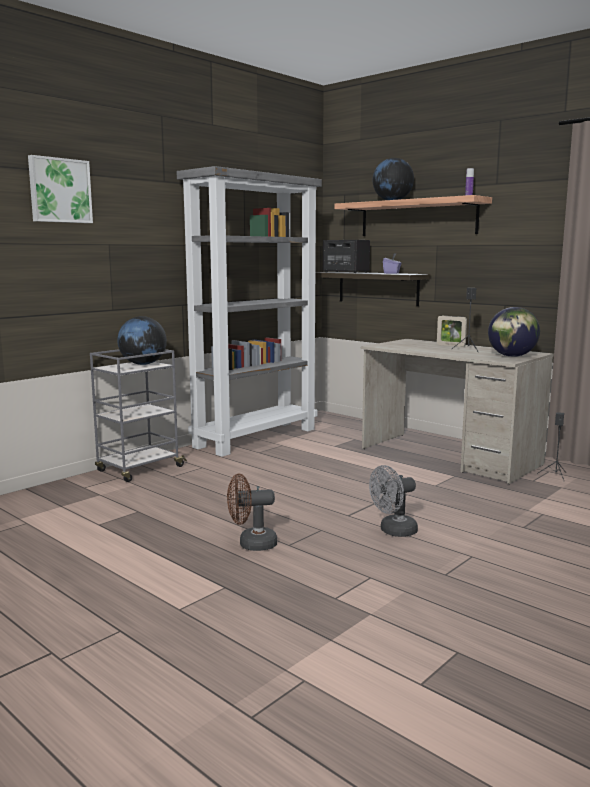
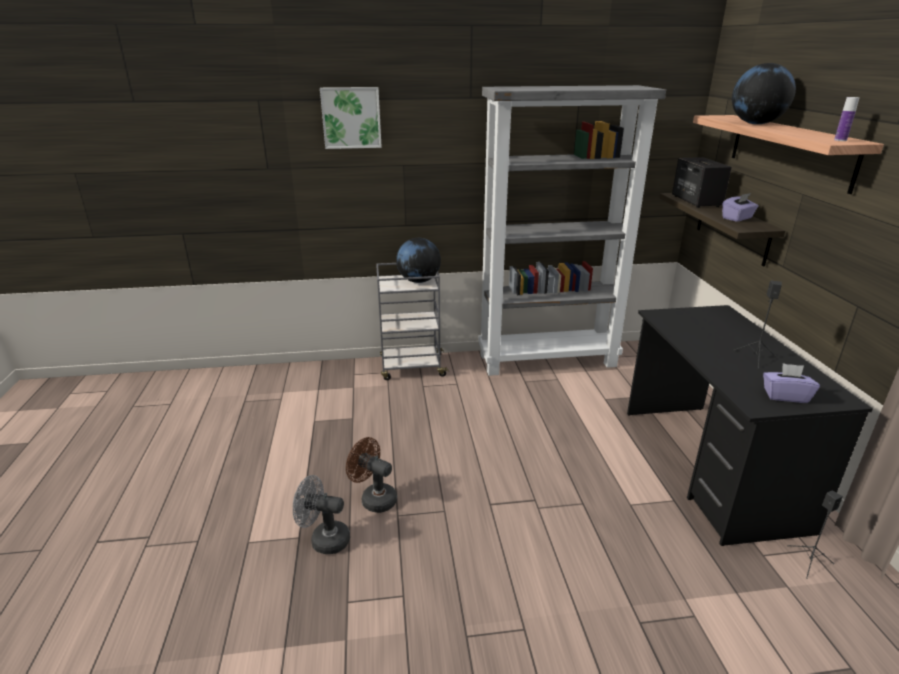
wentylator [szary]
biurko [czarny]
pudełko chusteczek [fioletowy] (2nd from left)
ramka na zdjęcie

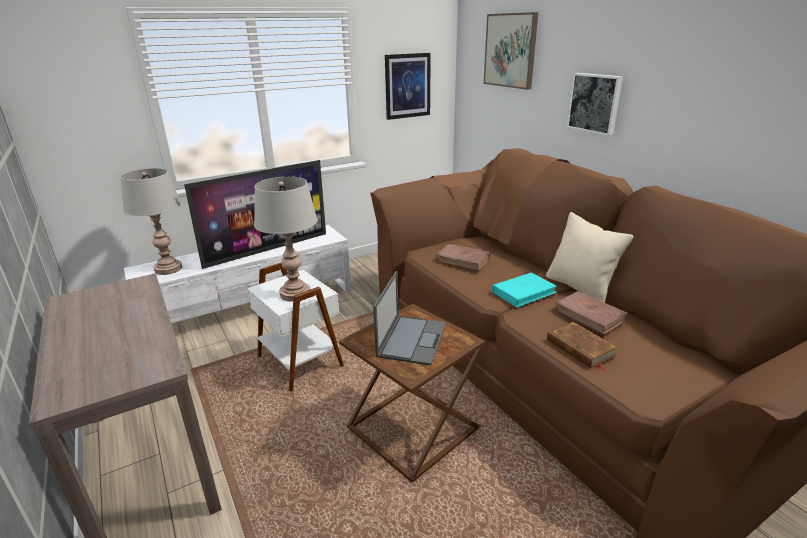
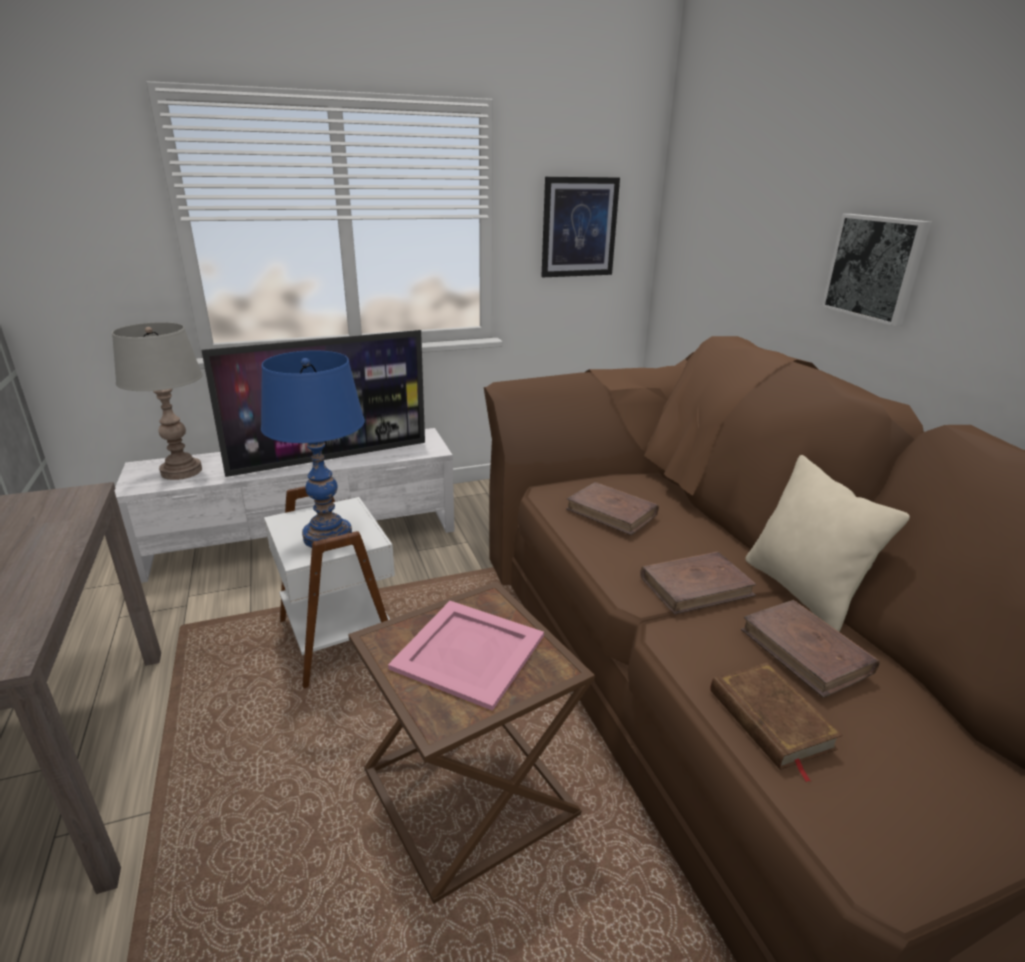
lampa stołowa [niebieski]
taca [różowy]
książka [brązowy] (2nd from left)
obraz (2nd from left in the first image)

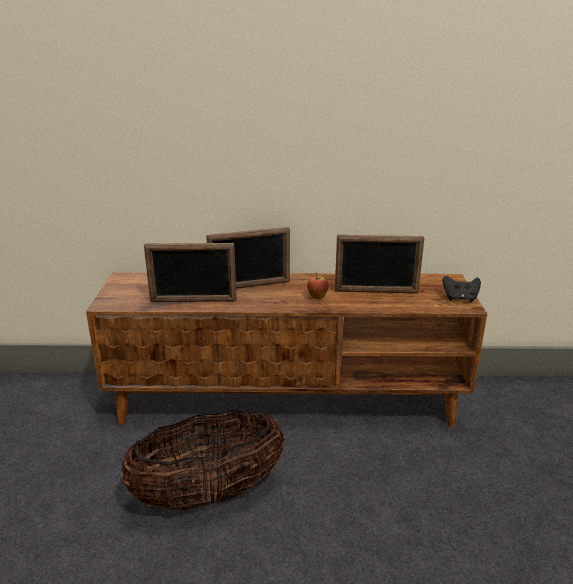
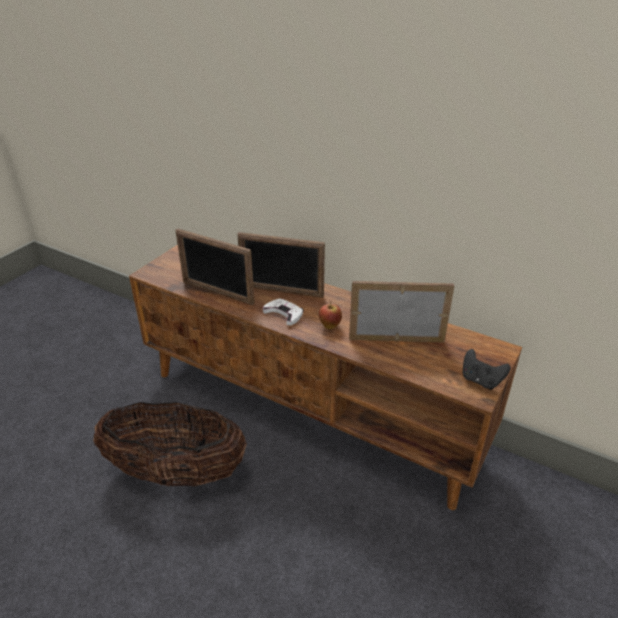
pad do gier [biały]
ramka na zdjęcie (3rd from left)

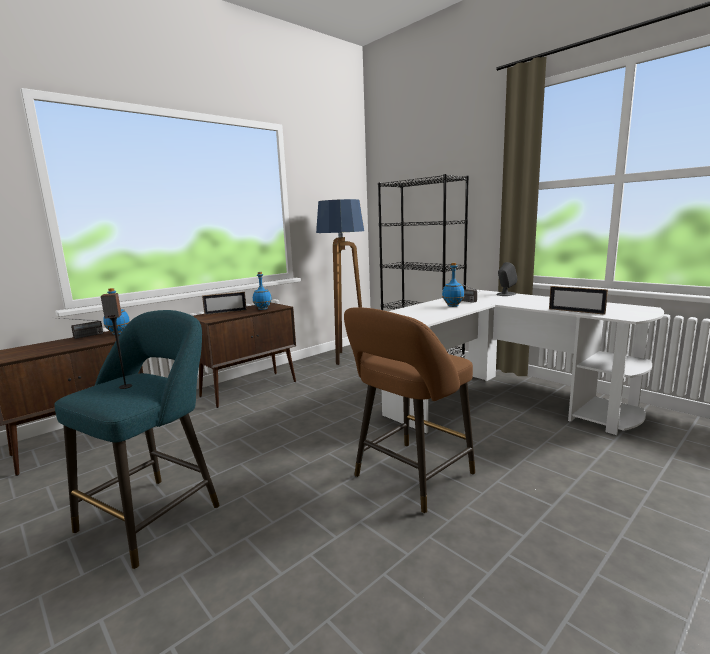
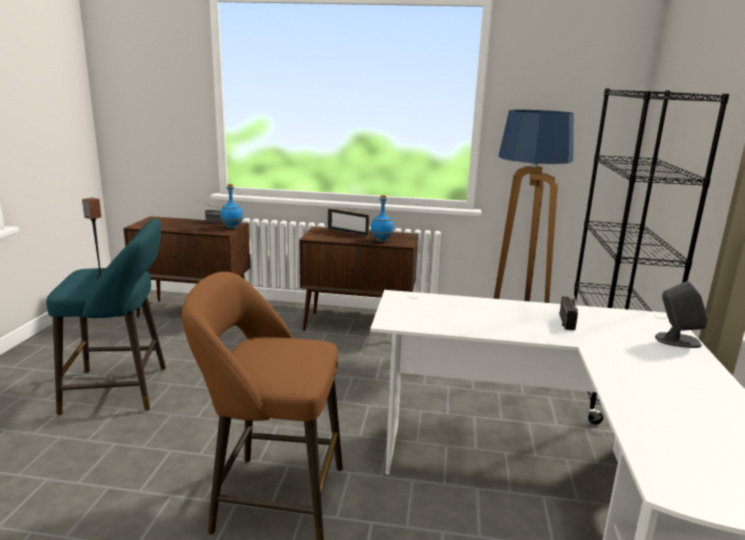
butelka [niebieski] (3rd from left in the first image)
ramka na zdjęcie (2nd from left in the first image)

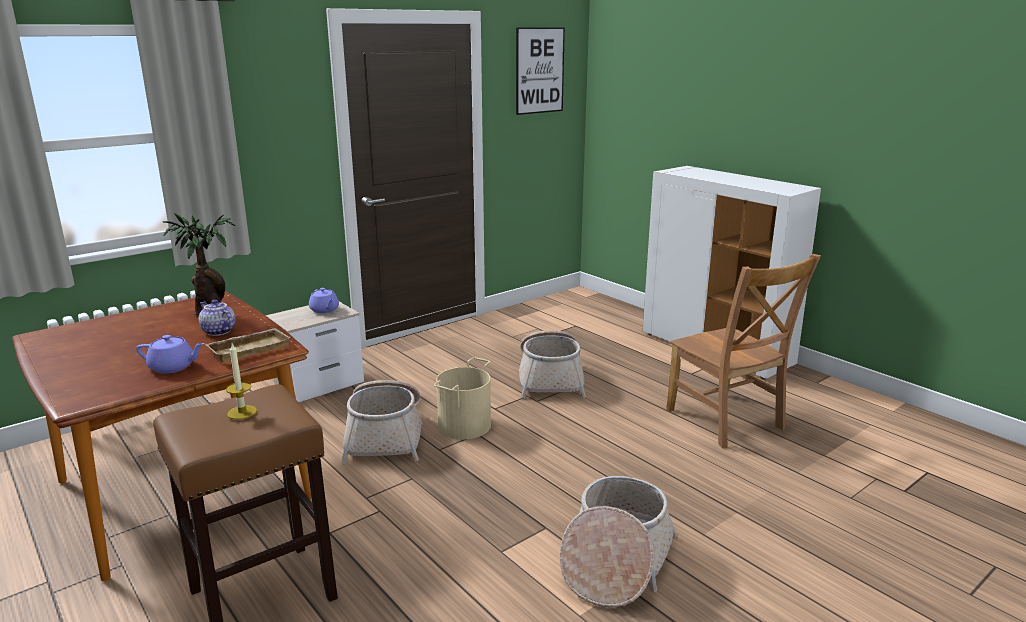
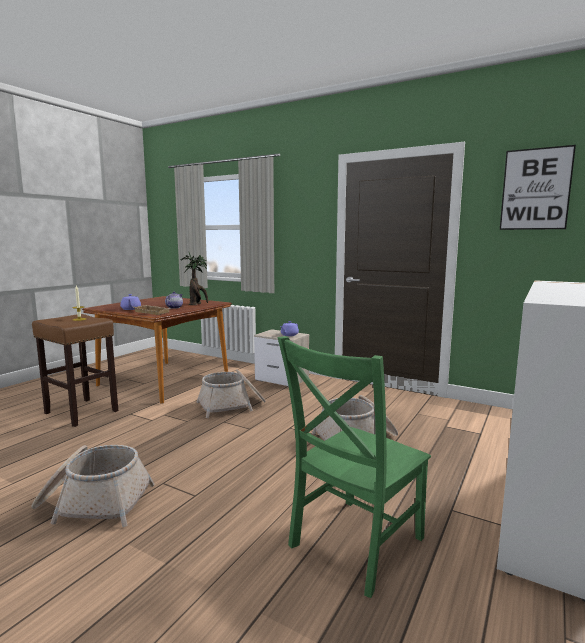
krzesło [zielony]
wiadro [beżowy]

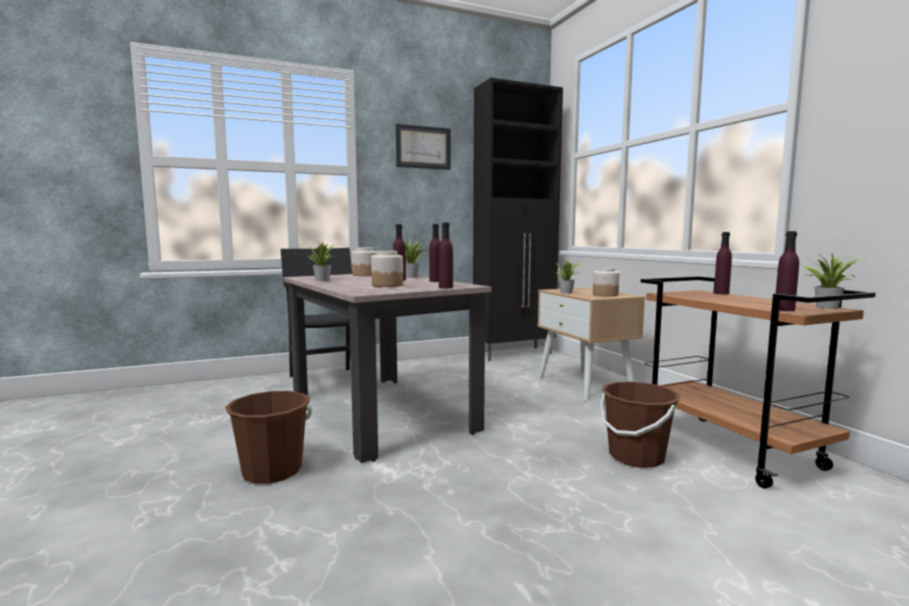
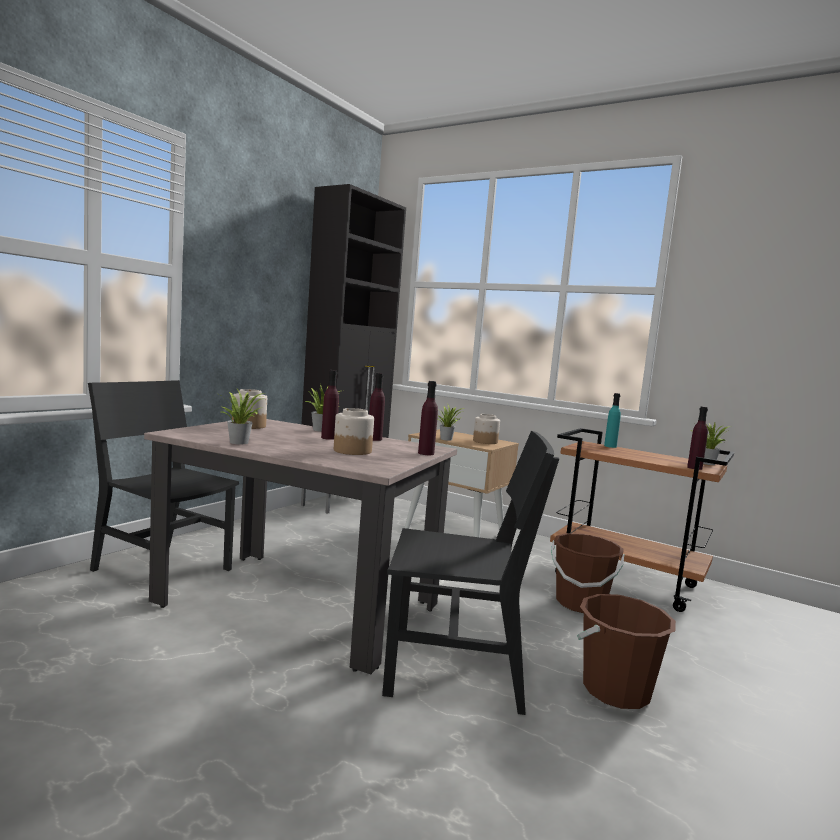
krzesło [czarny] (2nd from left)
wiadro [brązowy] (2nd from left)
butelka [turkusowy]
obraz

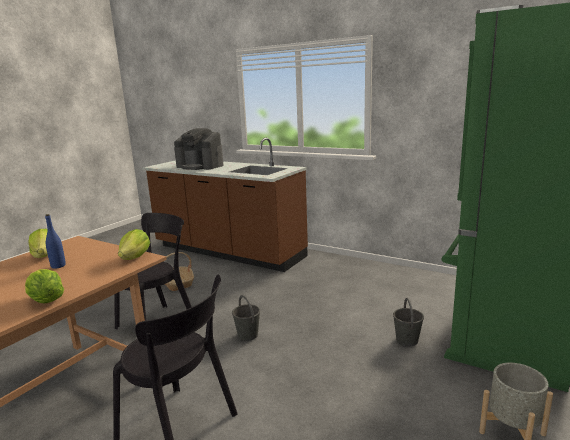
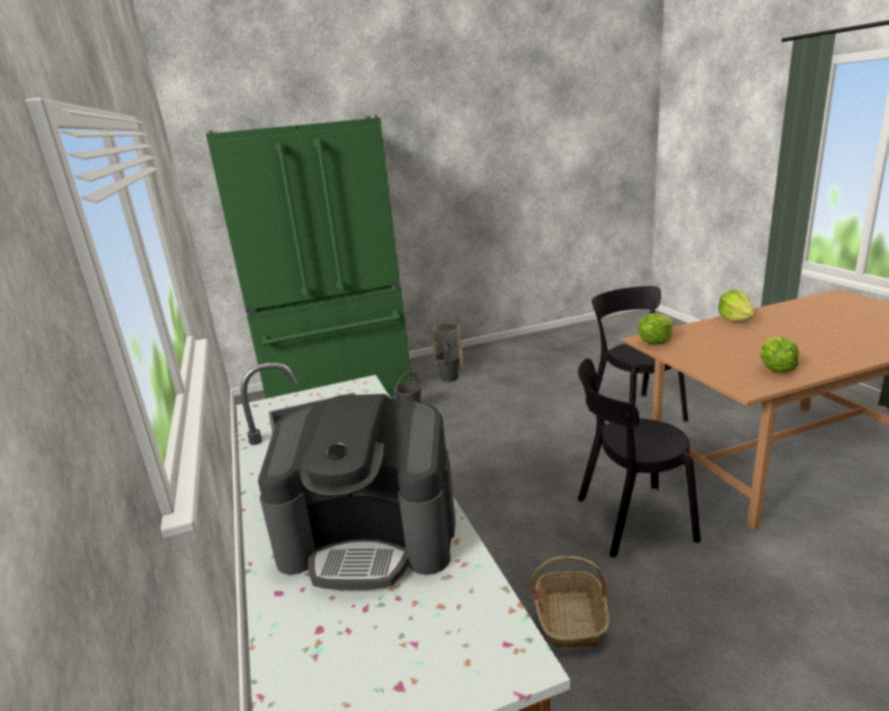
ekspres do kawy
wiadro [szary] (2nd from left)
butelka [niebieski]

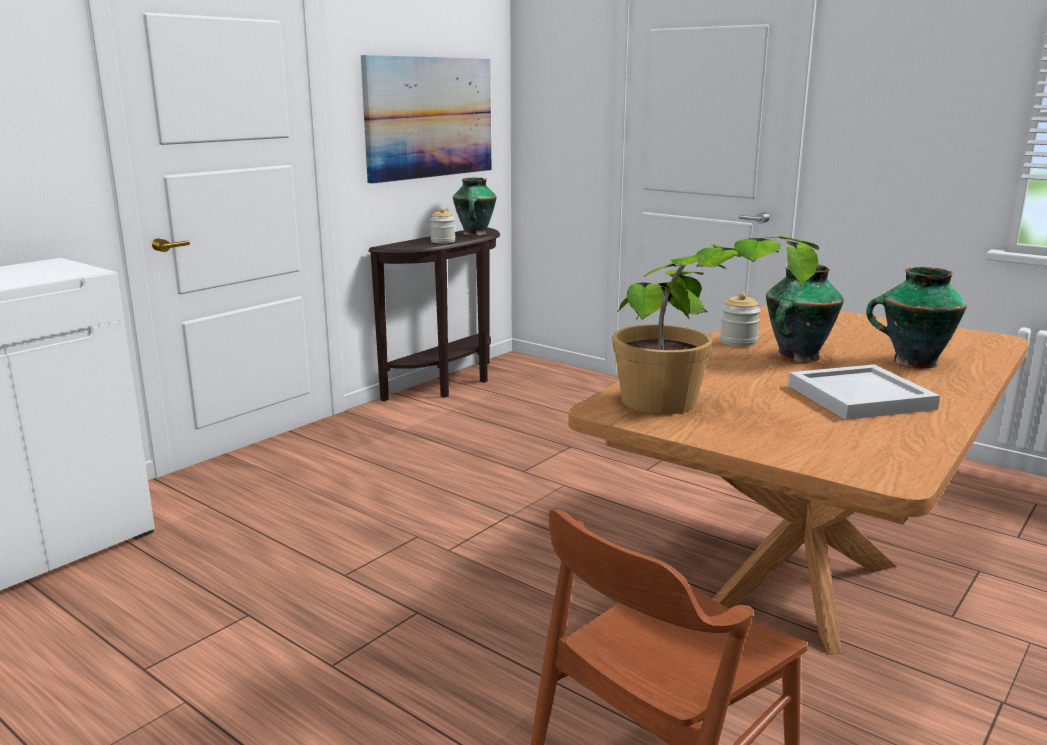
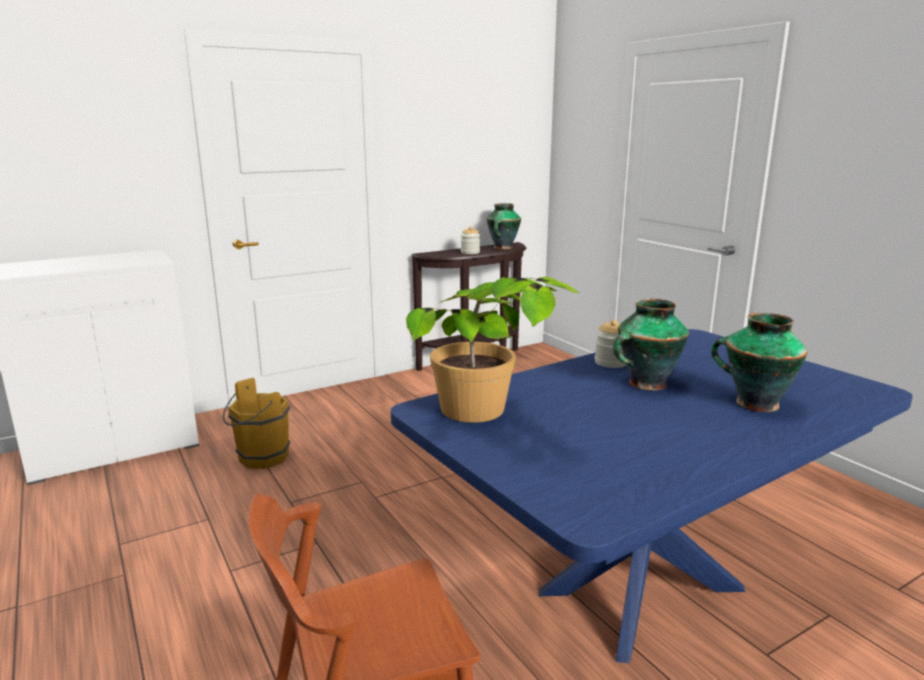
wiadro [brązowy]
stół jadalny [niebieski]
obraz
taca [biały]

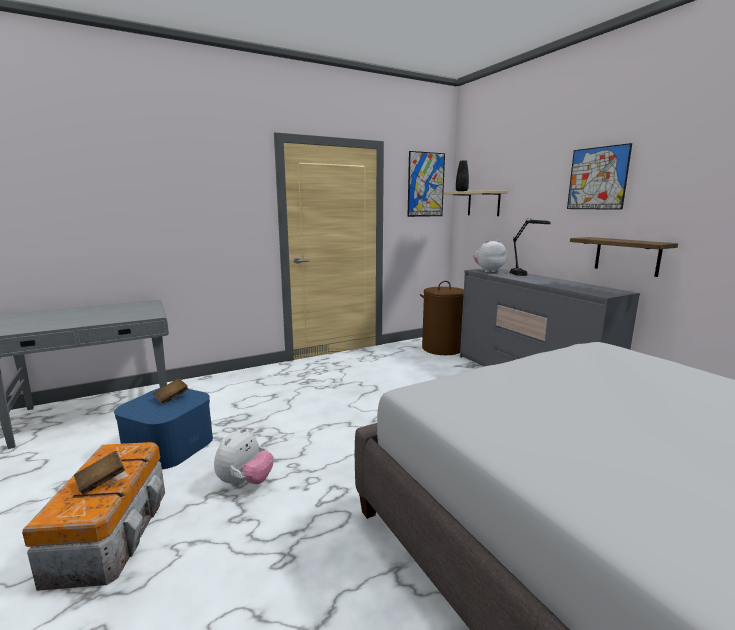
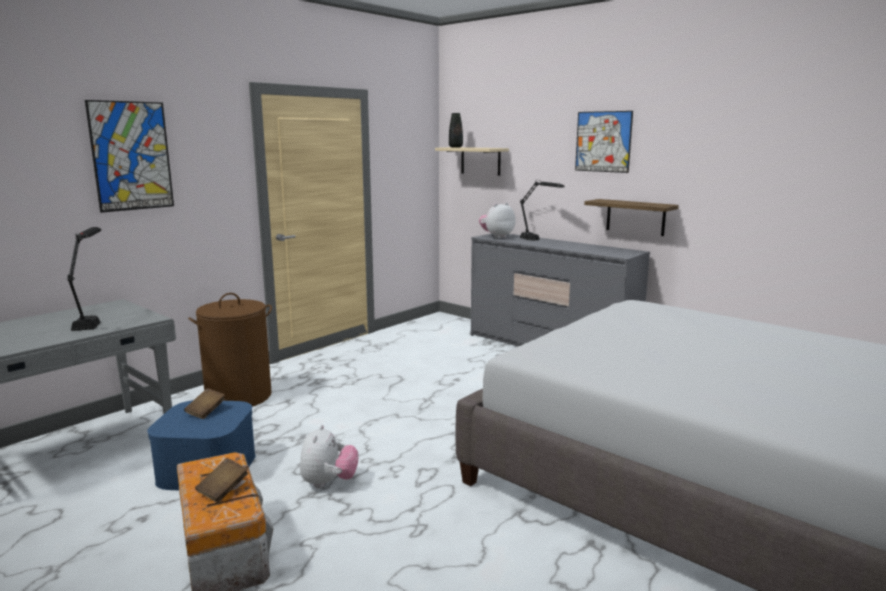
lampa stołowa [czarny] (1st from left)
obraz (1st from left)
kosz na pranie [brązowy]

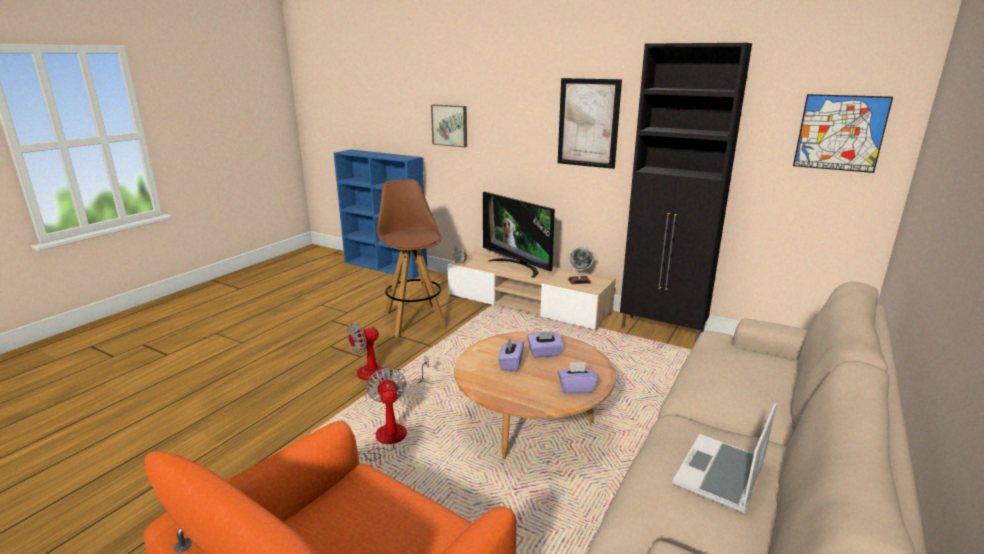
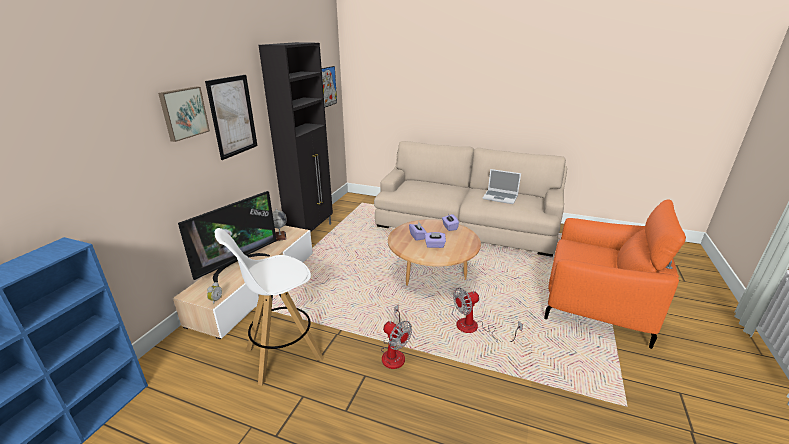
obraz (1st from left)
stołek [biały]

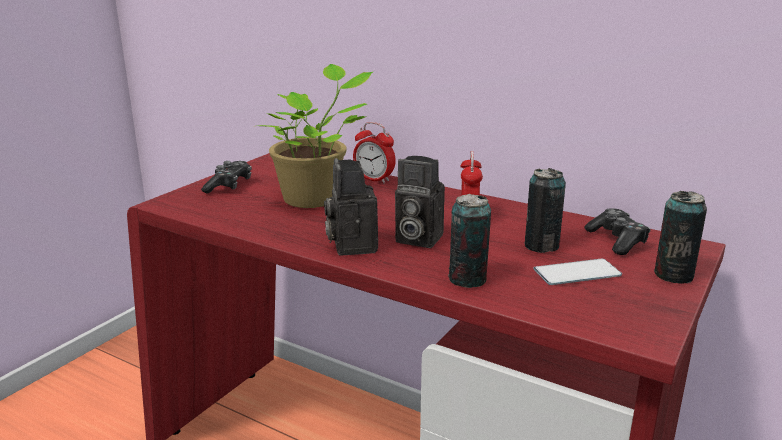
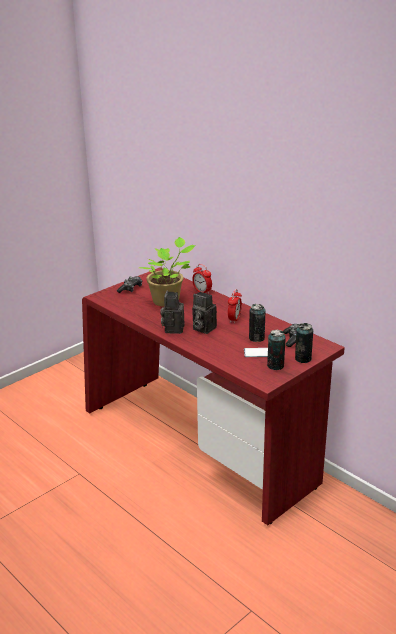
puszka (2nd from left)

